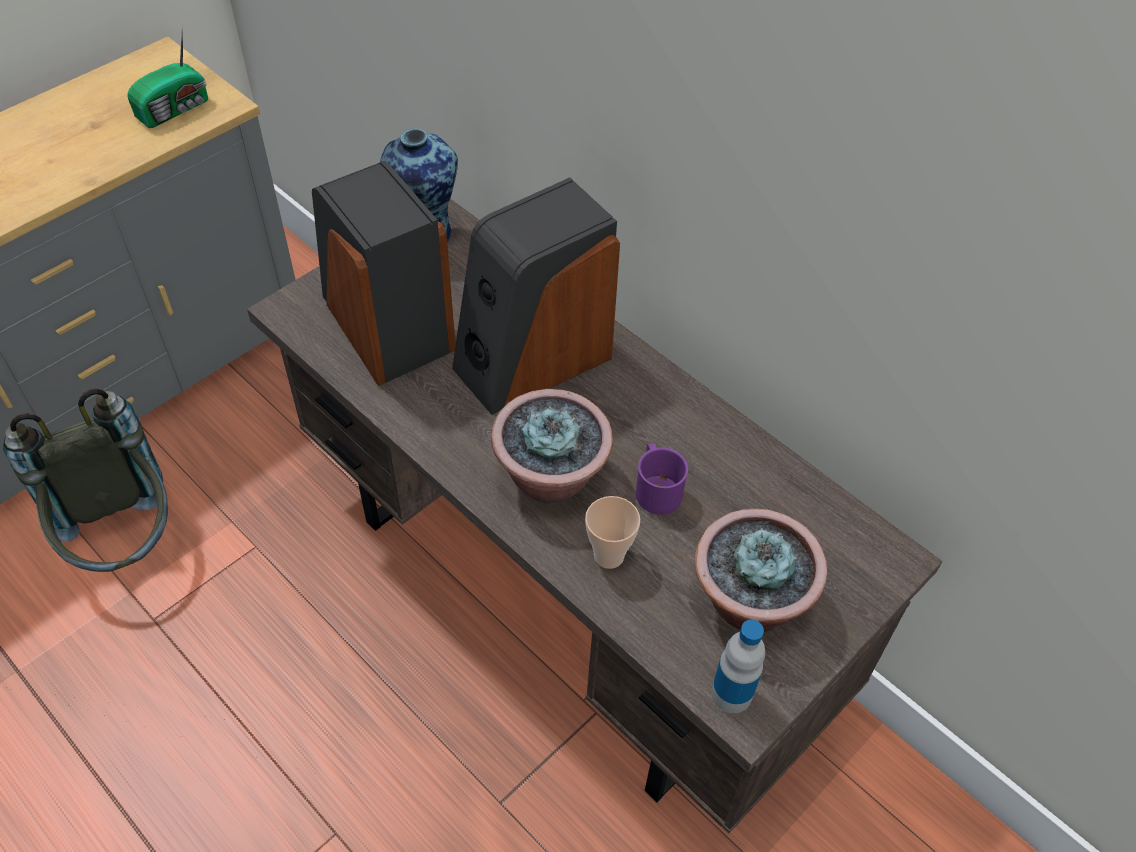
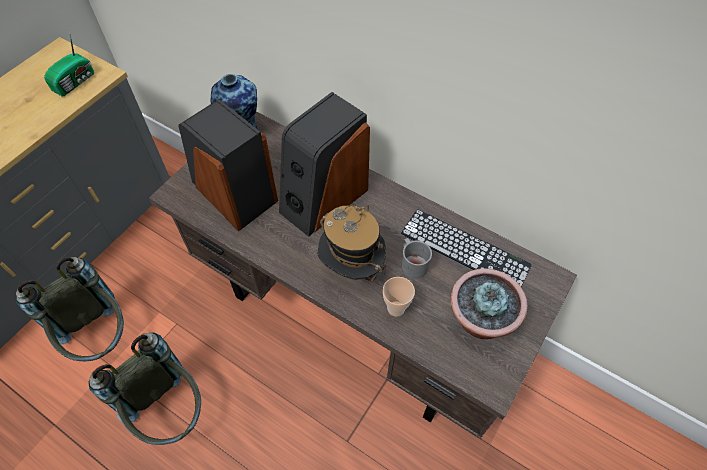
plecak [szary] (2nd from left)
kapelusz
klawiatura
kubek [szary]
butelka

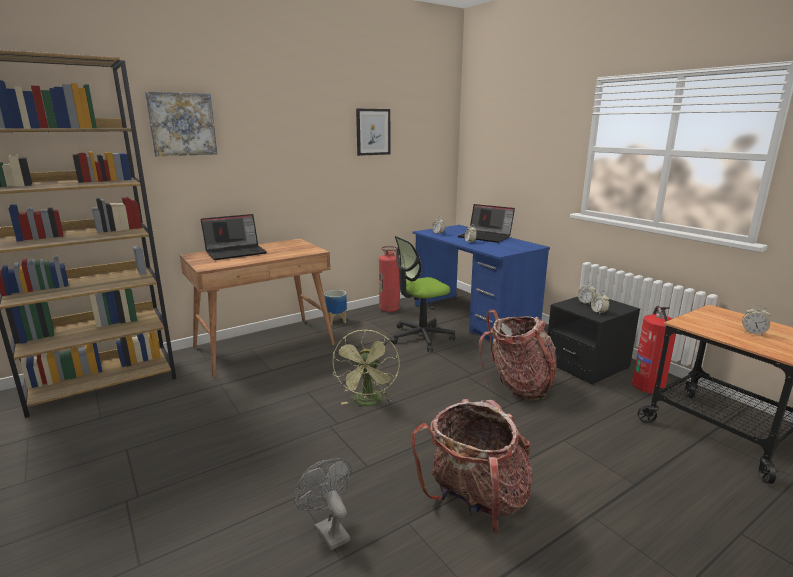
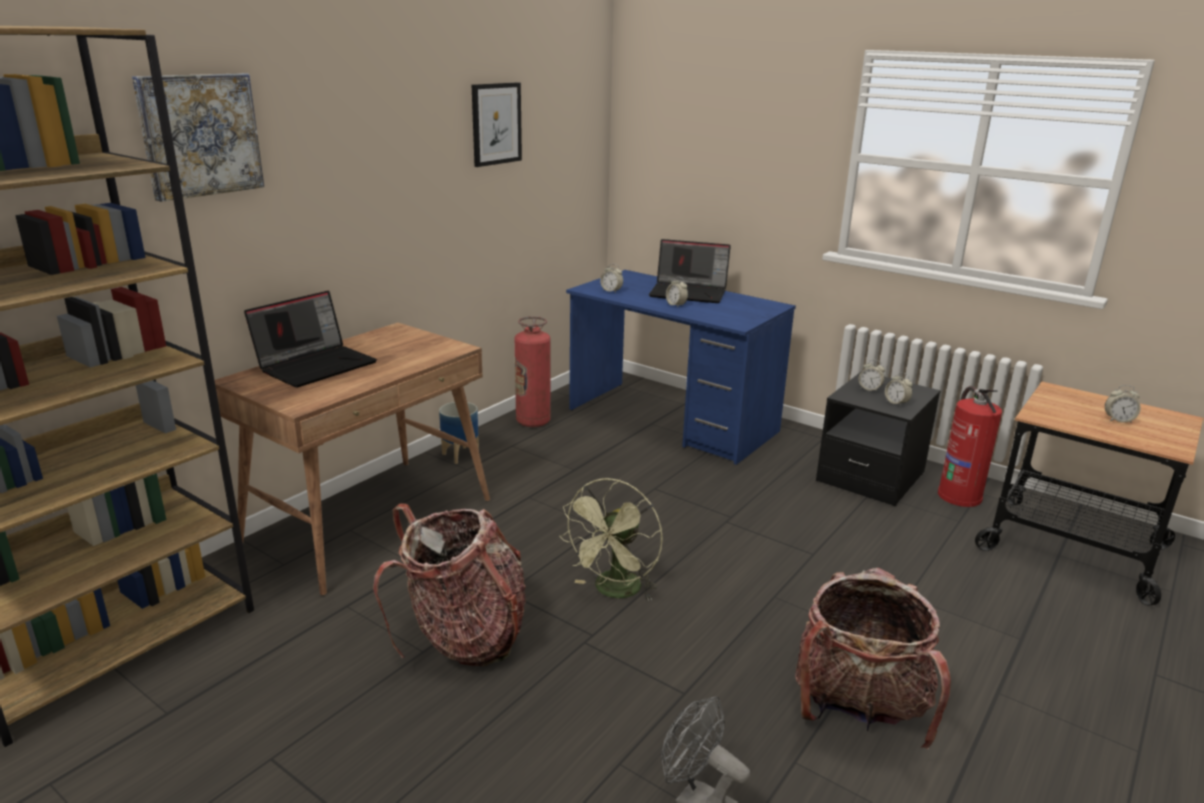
plecak (1st from left)
wentylator [zielony]
krzesło biurowe

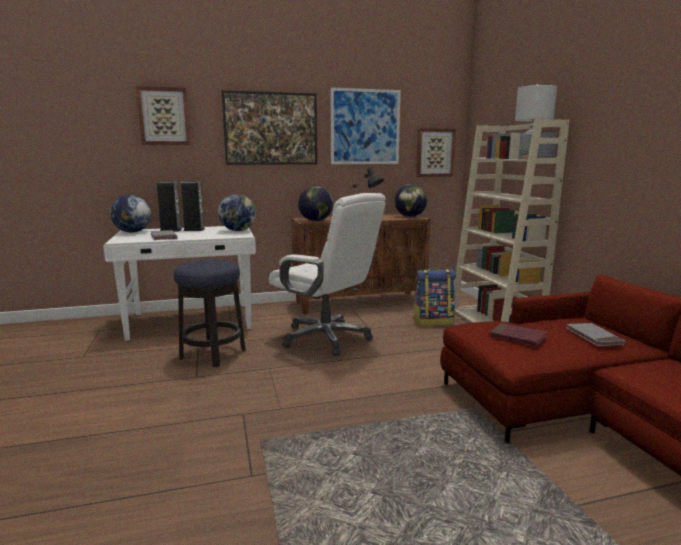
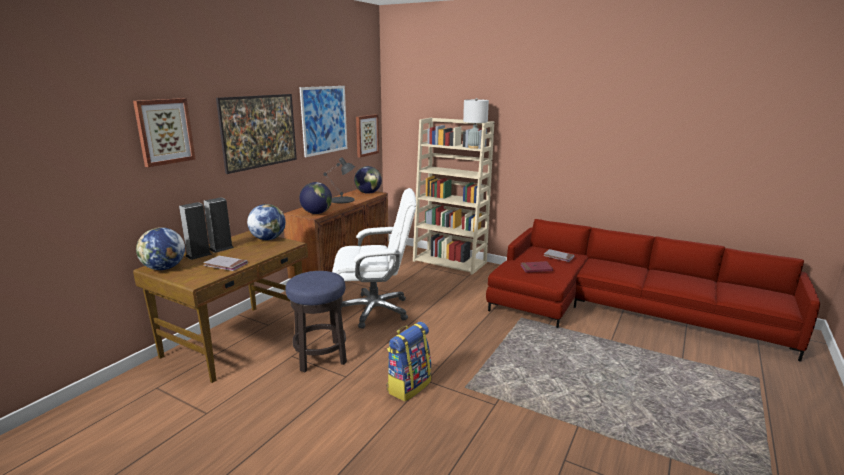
biurko [brązowy]
plecak

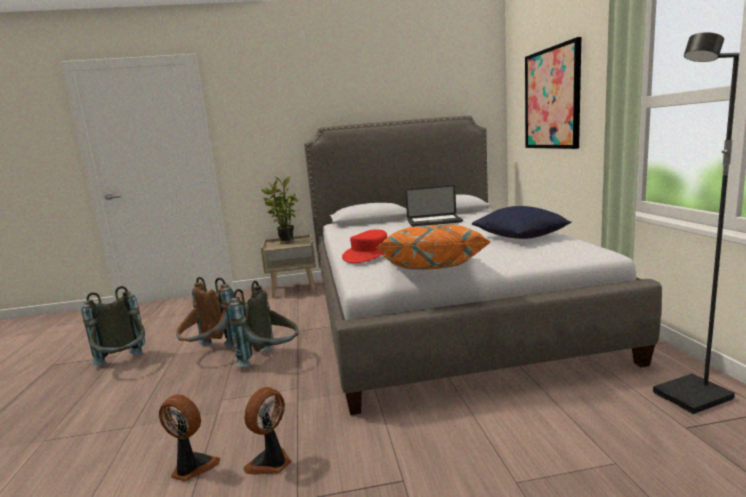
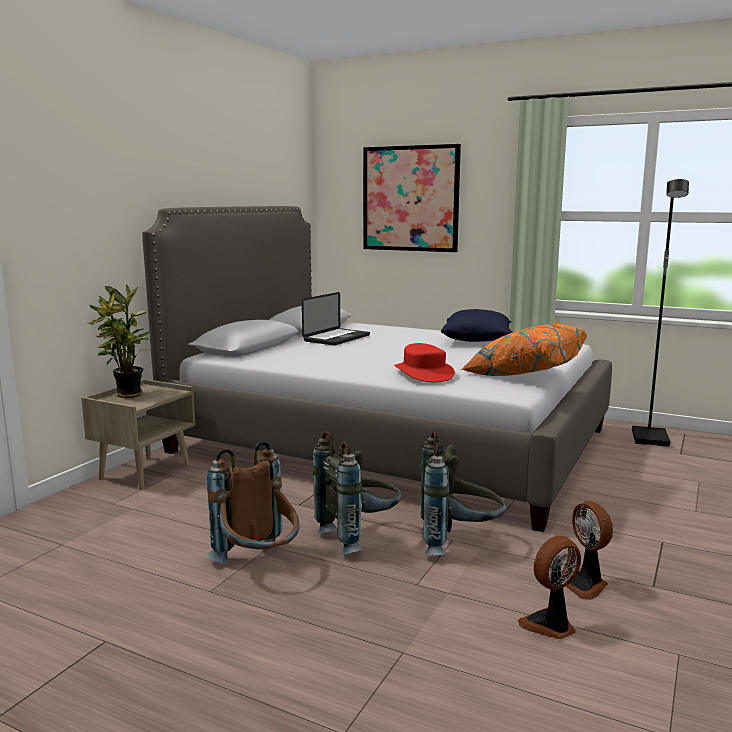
plecak [szary] (2nd from left)

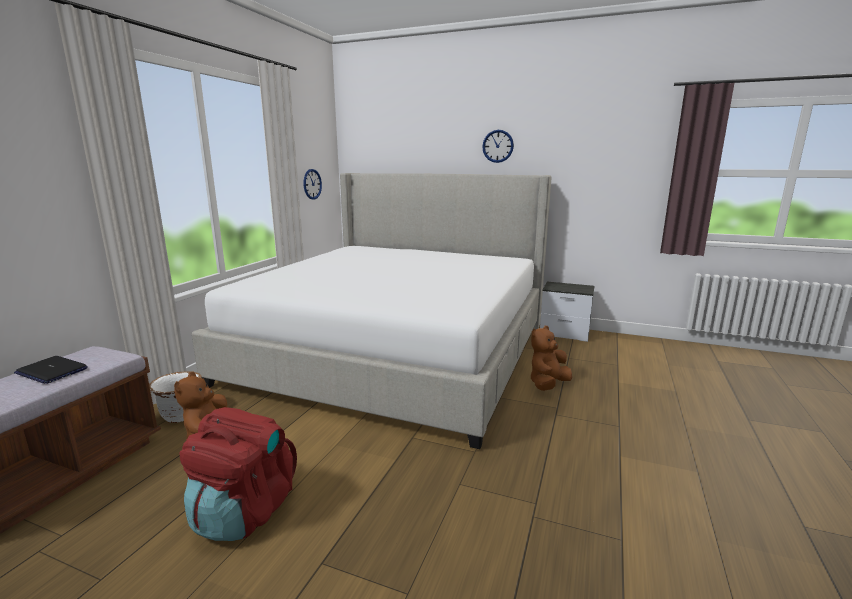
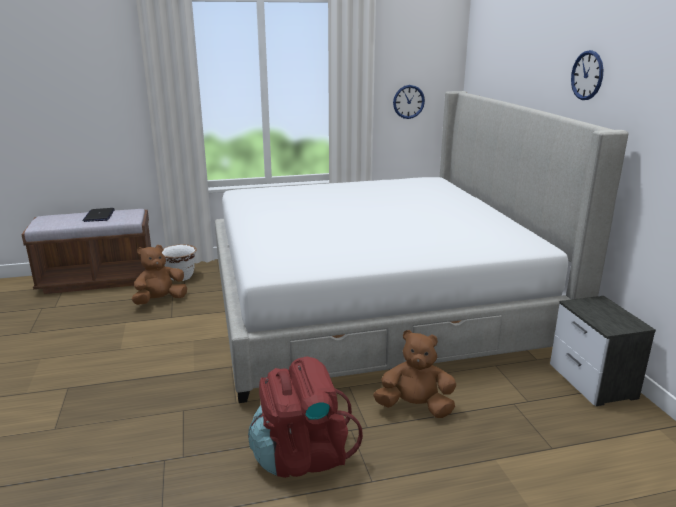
plecak [czerwony]

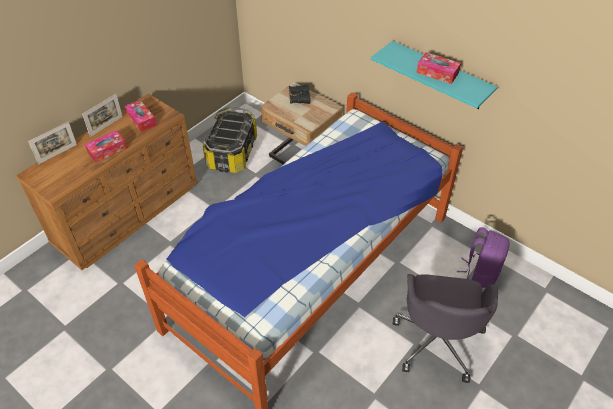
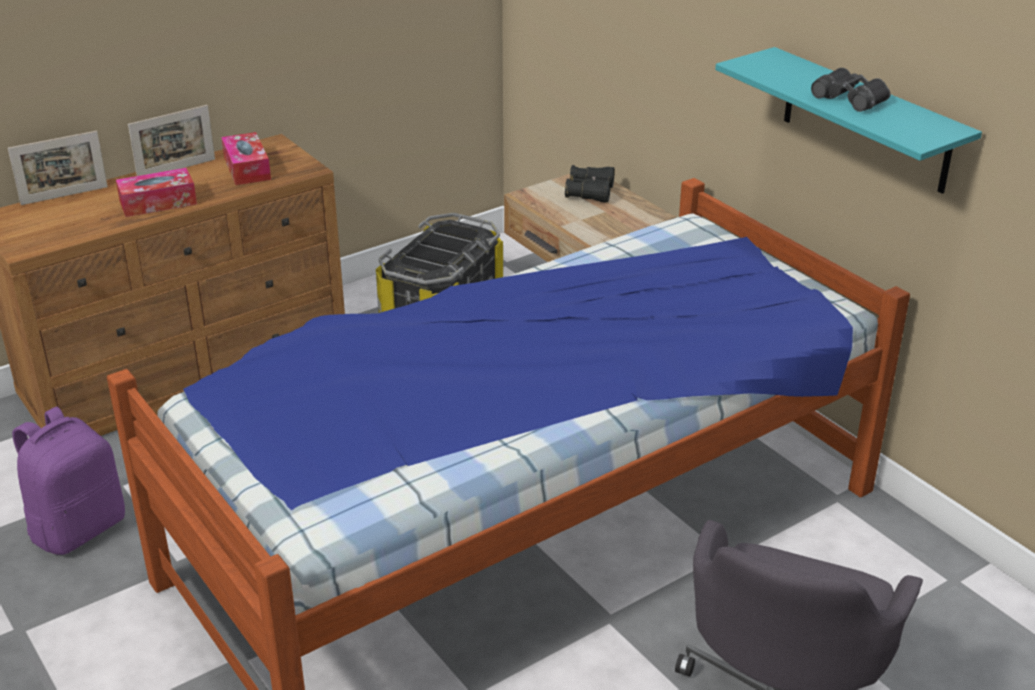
plecak [fioletowy]
lornetka [czarny] (2nd from left)

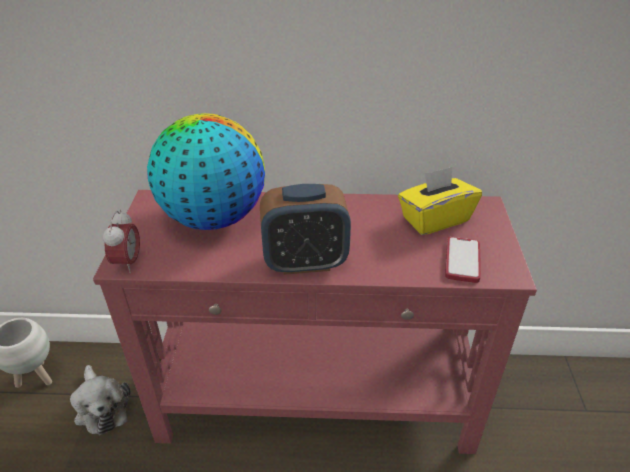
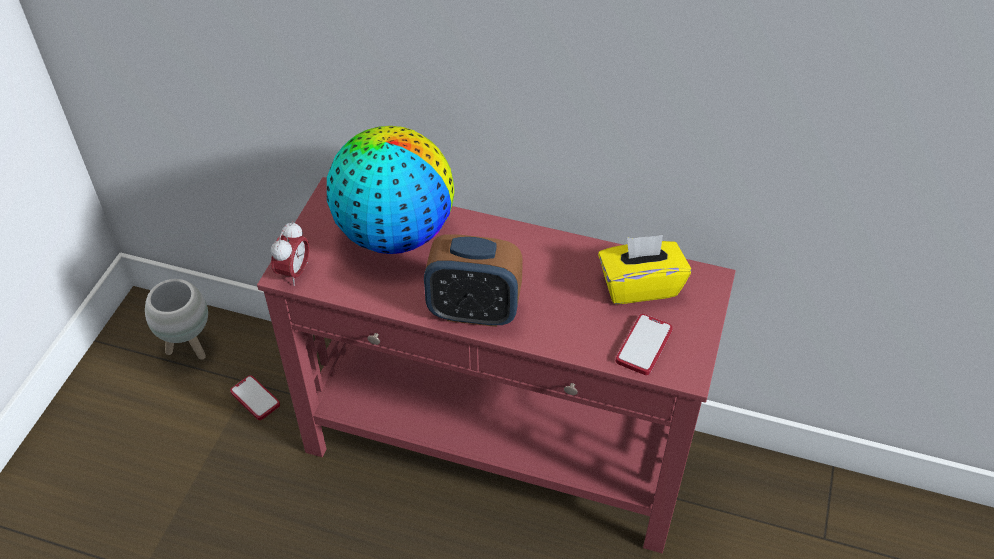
telefon (1st from left)

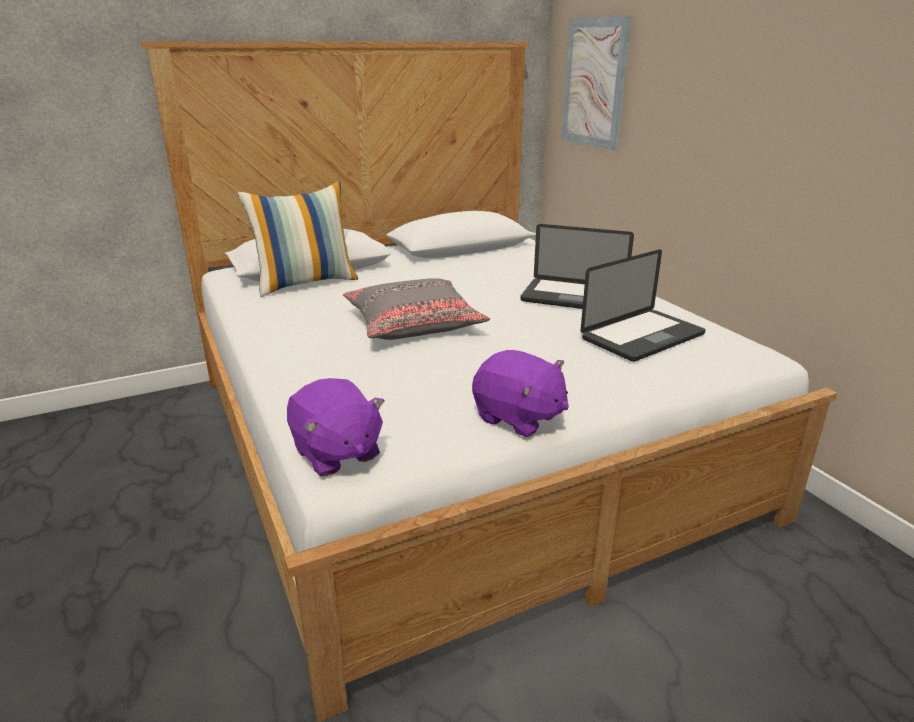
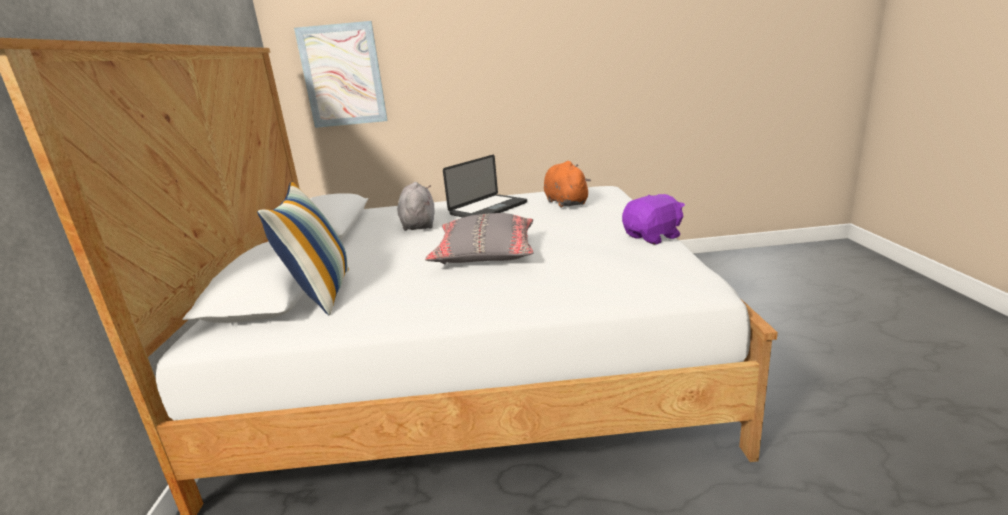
pluszak [szary]
pluszak [pomarańczowy]
pluszak [fioletowy] (1st from left in the first image)

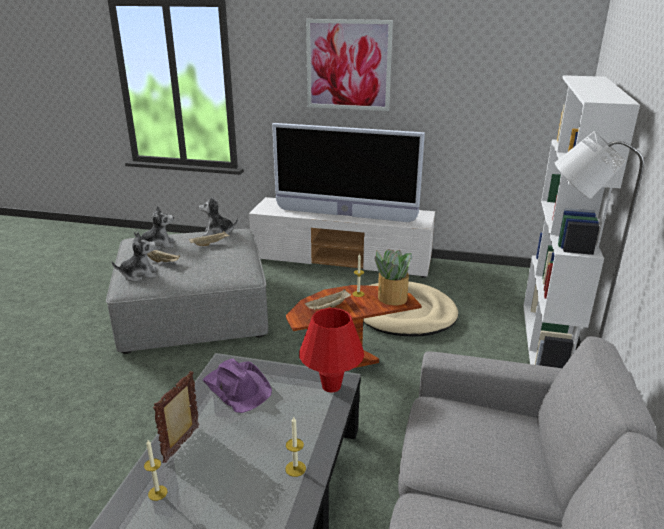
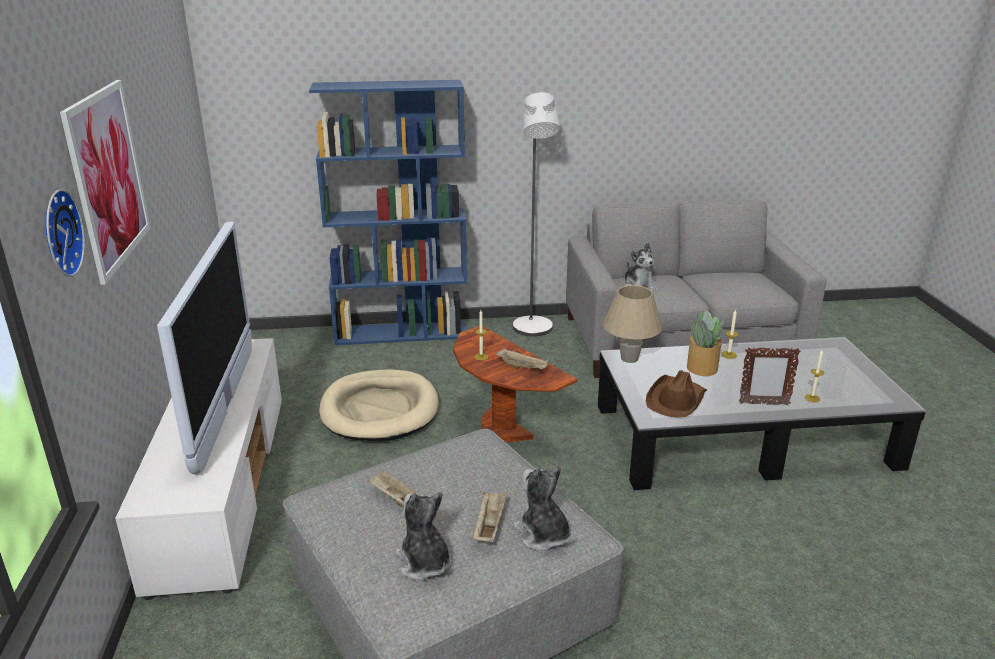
zegar ścienny
regał [niebieski]
lampa stołowa [beżowy]
pluszak (3rd from left)
kapelusz [brązowy]
roślina doniczkowa

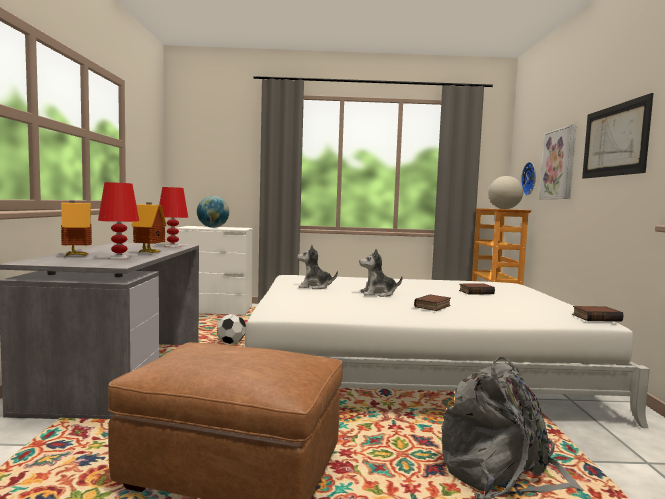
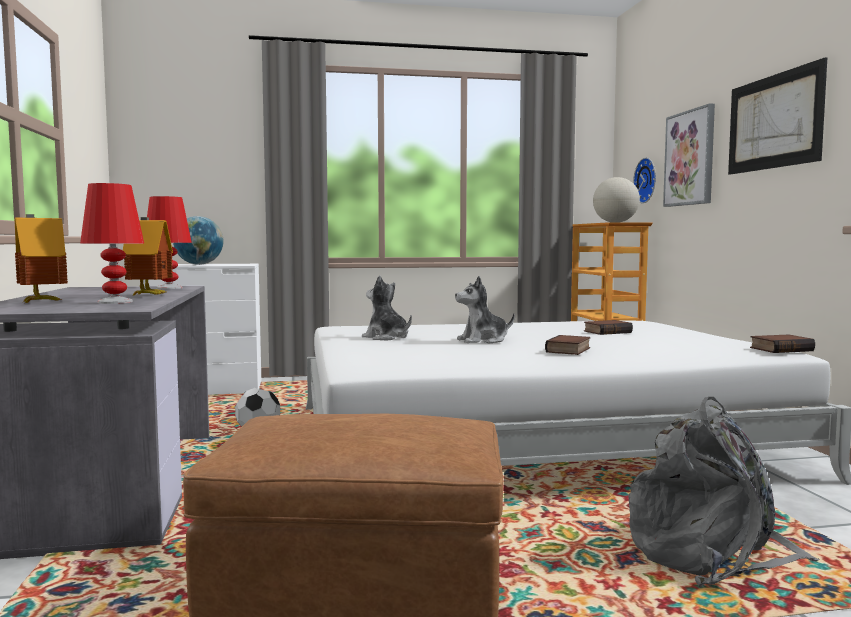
pluszak (1st from left)

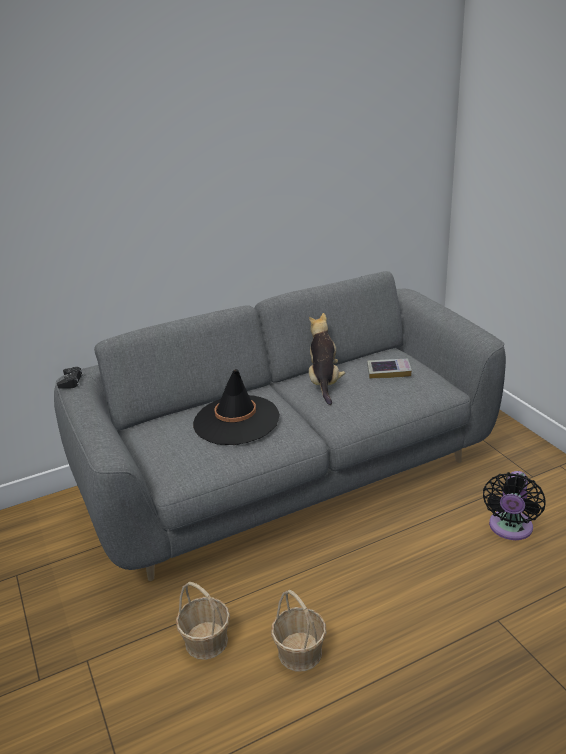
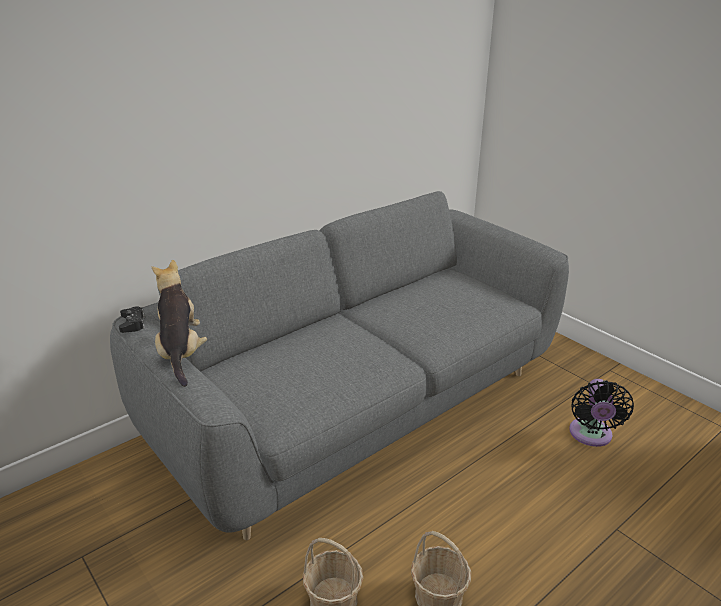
pluszak
kapelusz [czarny]
książka

